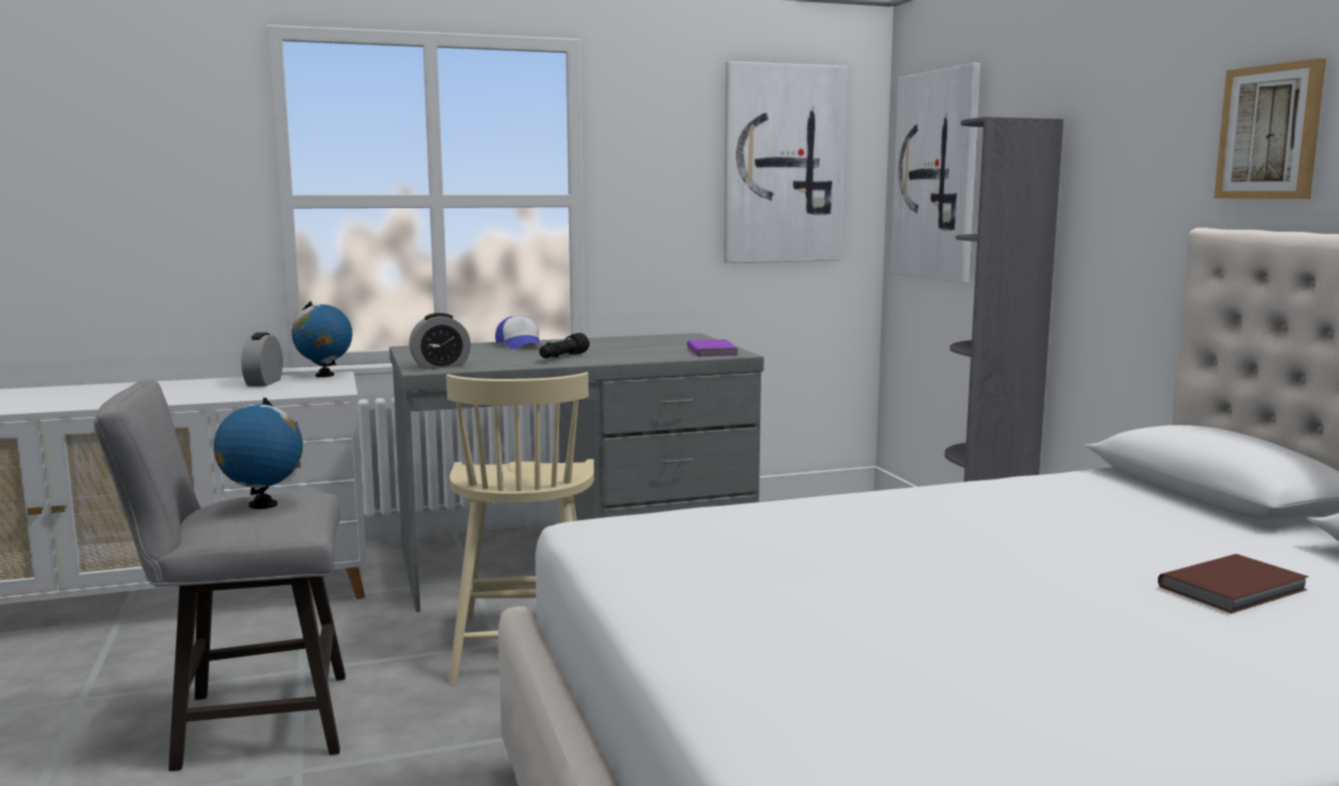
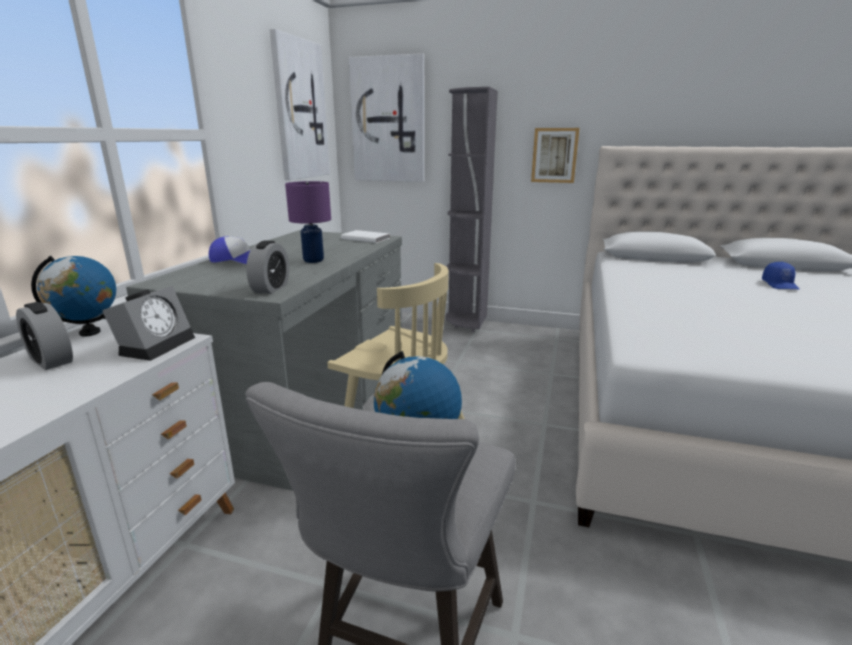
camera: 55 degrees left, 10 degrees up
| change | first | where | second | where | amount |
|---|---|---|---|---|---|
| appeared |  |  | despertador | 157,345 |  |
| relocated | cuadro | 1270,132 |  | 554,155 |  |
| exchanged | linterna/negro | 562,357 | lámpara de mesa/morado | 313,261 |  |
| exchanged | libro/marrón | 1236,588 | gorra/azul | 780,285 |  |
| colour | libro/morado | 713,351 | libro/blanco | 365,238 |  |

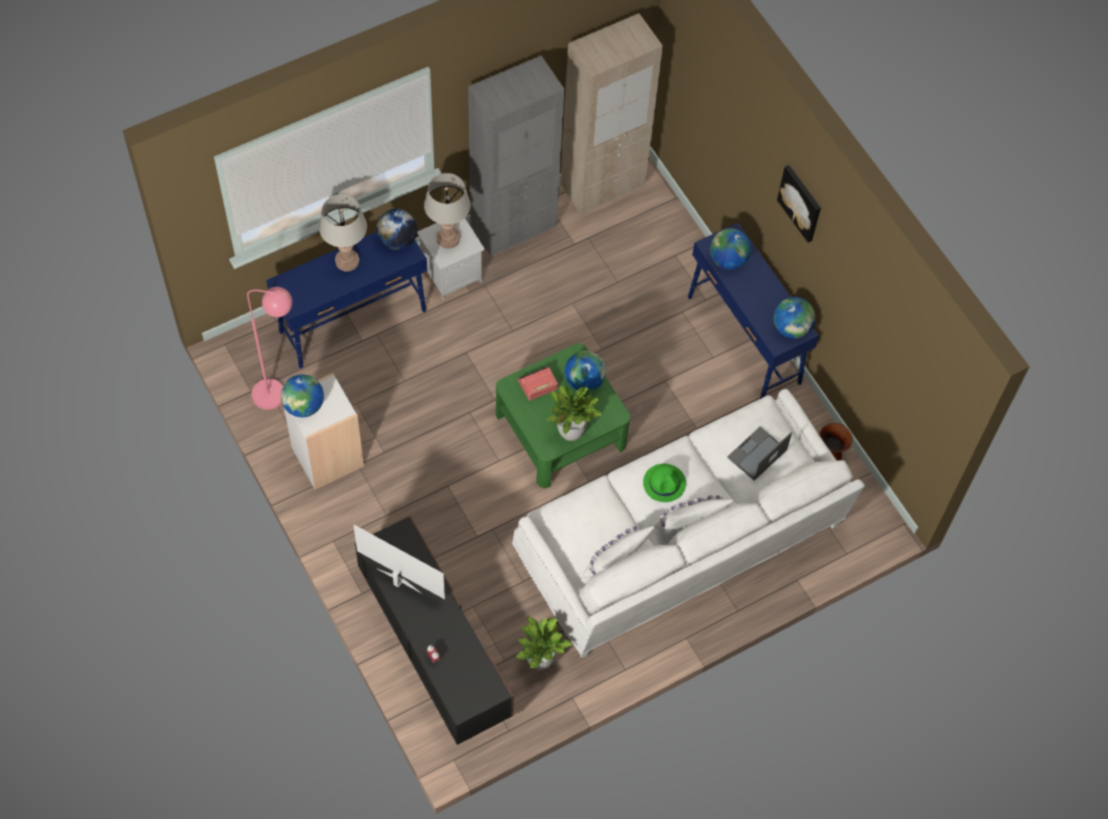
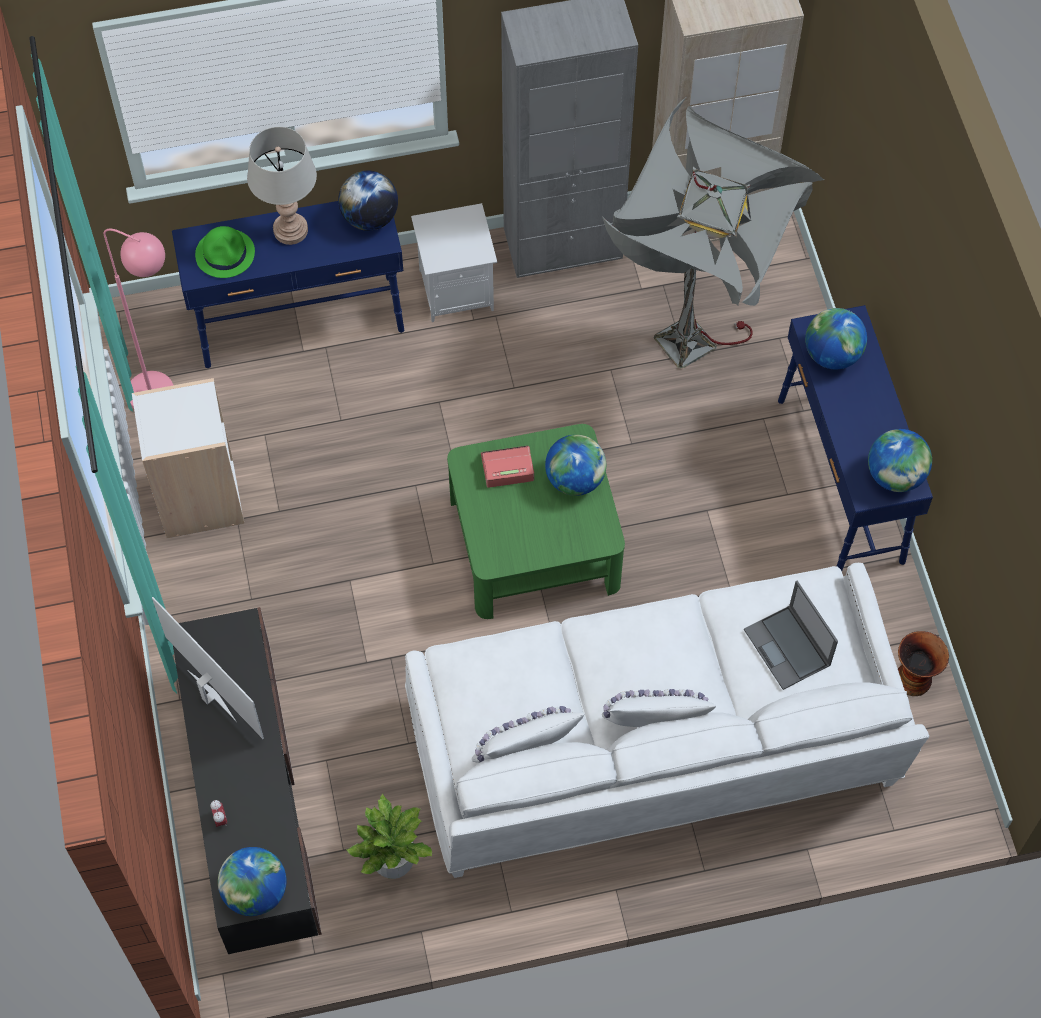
camera: 20 degrees right, 0 degrees up
| change | first | where | second | where | amount |
|---|---|---|---|---|---|
| missing | lámpara de mesa/gris | 448,239 |  |  |  |
| missing | planta en maceta | 570,432 |  |  |  |
| missing | cuadro | 801,202 |  |  |  |
| appeared |  |  | lámpara de pie/gris | 693,354 |  |
| relocated | globo terráqueo | 304,406 |  | 255,892 |  |
| relocated | sombrero/verde | 664,483 |  | 225,254 |  |
| spun | portátil | 756,454 |  | 788,648 | 90 degrees counterclockwise |

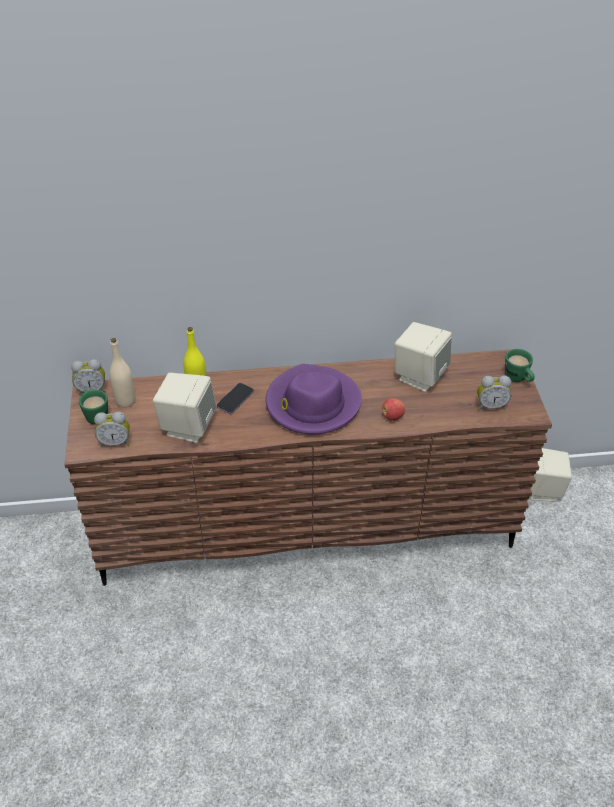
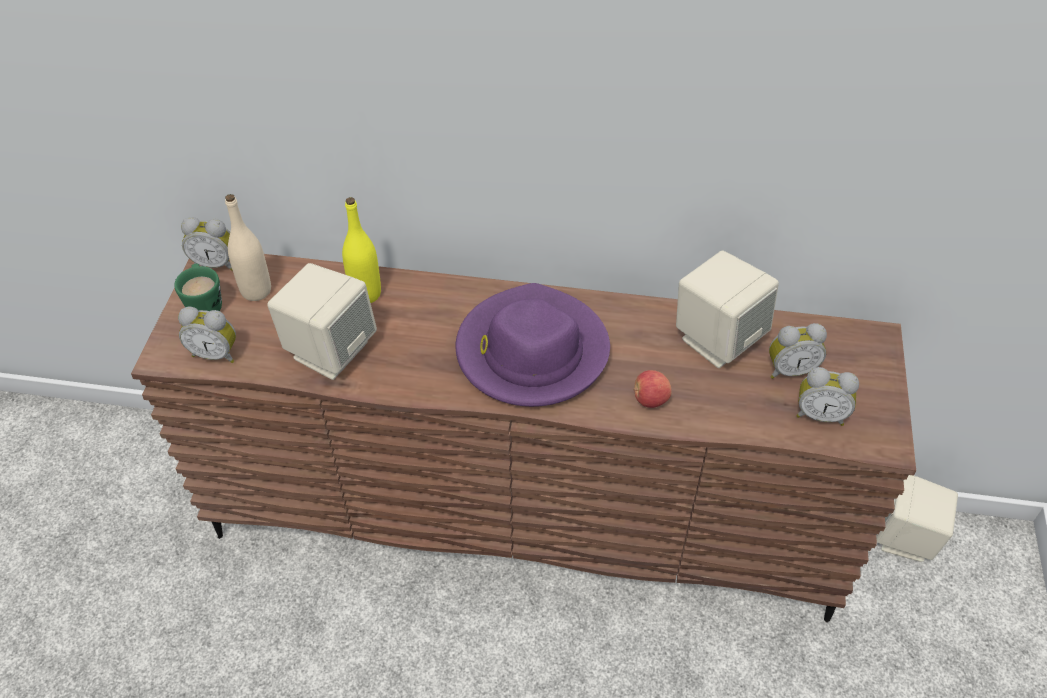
camera: 15 degrees right, 5 degrees up
| change | first | where | second | where | amount |
|---|---|---|---|---|---|
| missing | móvil | 235,399 |  |  |  |
| missing | taza grande/verde | 518,379 |  |  |  |
| appeared |  |  | despertador | 790,369 |  |

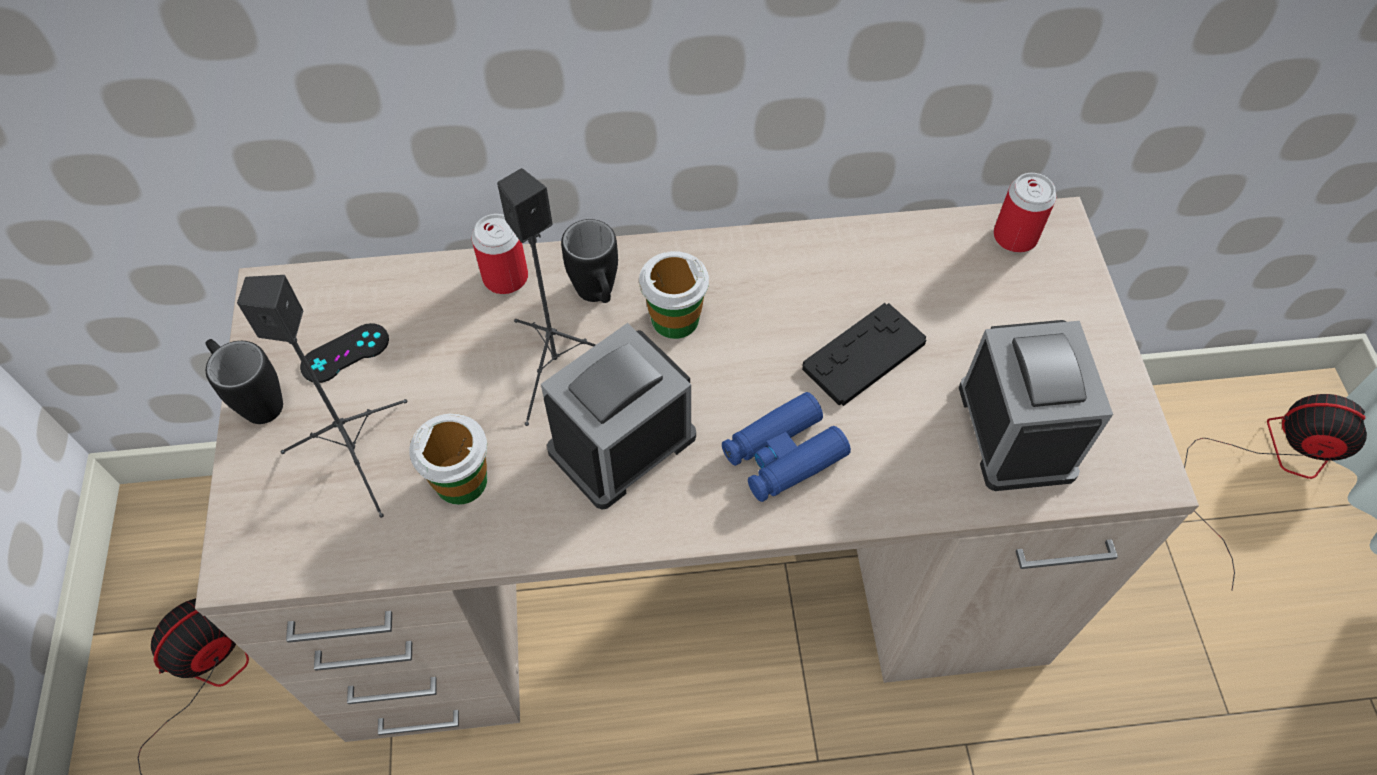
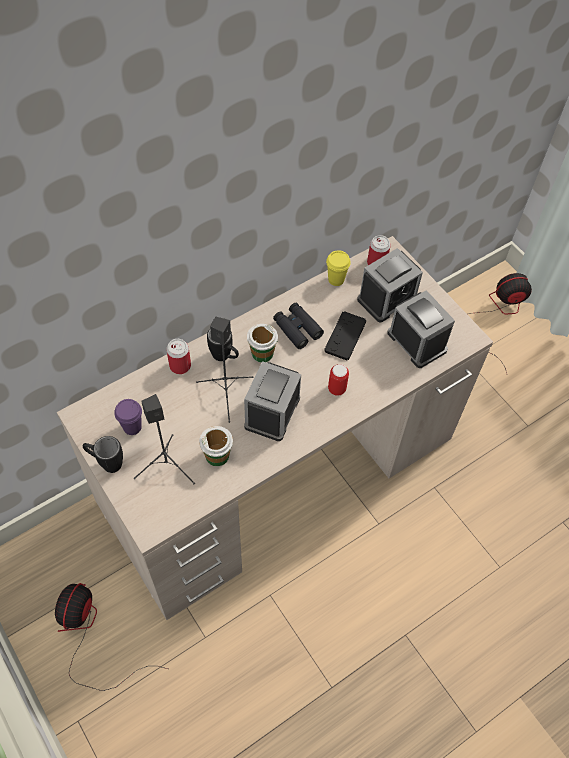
camera: 30 degrees left, 0 degrees up
| change | first | where | second | where | amount |
|---|---|---|---|---|---|
| appeared |  |  | prismáticos/negro | 297,329 |  |
| appeared |  |  | taza/amarillo | 336,279 |  |
| appeared |  |  | despertador | 387,299 |  |
| exchanged | mando de consola/negro | 345,353 | taza/morado | 132,427 |  |
| exchanged | prismáticos/azul | 783,455 | lata | 337,389 |  |

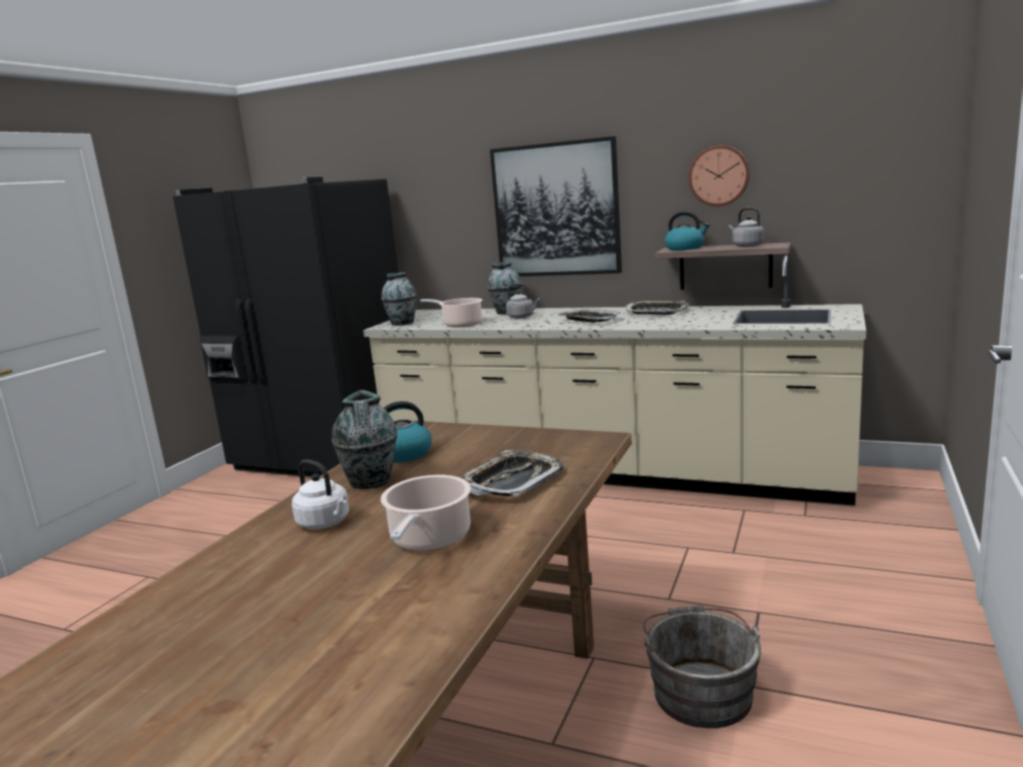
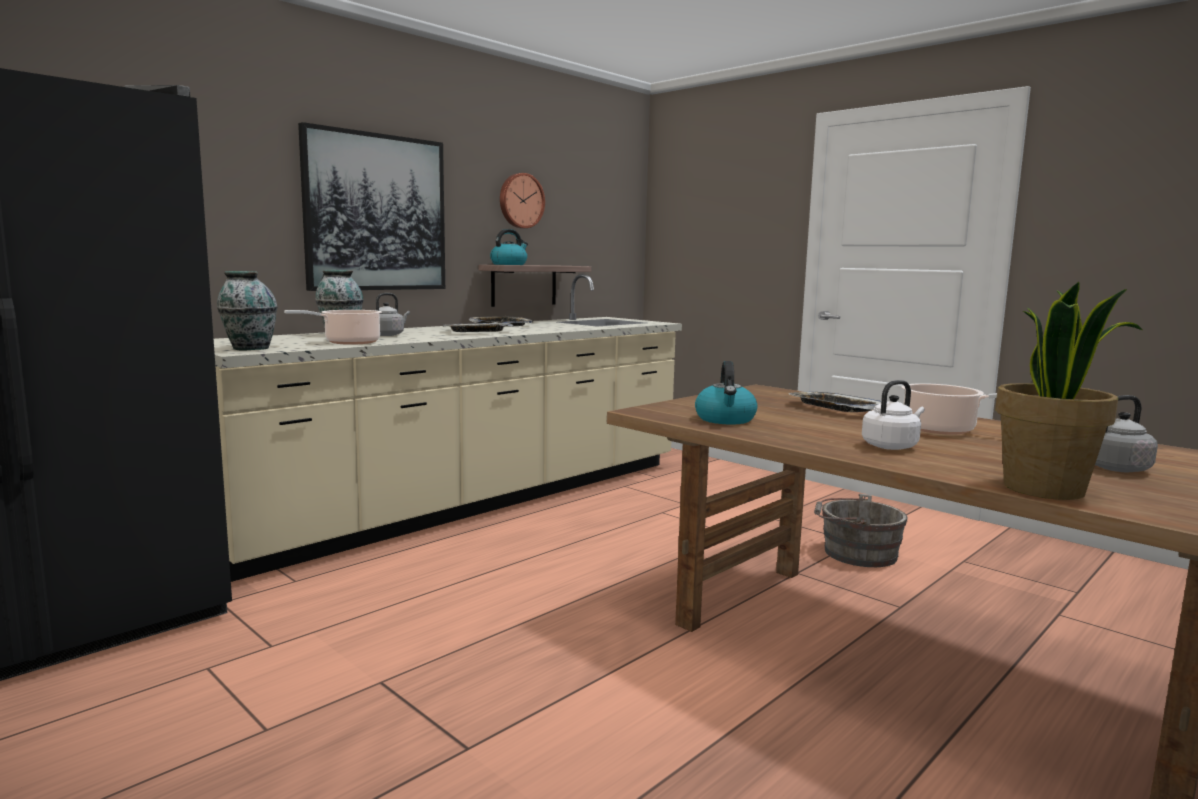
camera: 70 degrees left, 5 degrees down
| change | first | where | second | where | amount |
|---|---|---|---|---|---|
| missing | florero | 370,482 |  |  |  |
| appeared |  |  | planta en maceta | 1045,489 |  |
| relocated | hervidor/gris | 746,246 |  | 1113,468 |  |

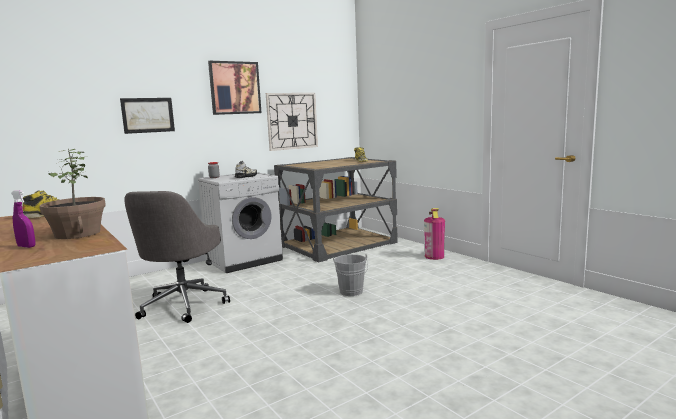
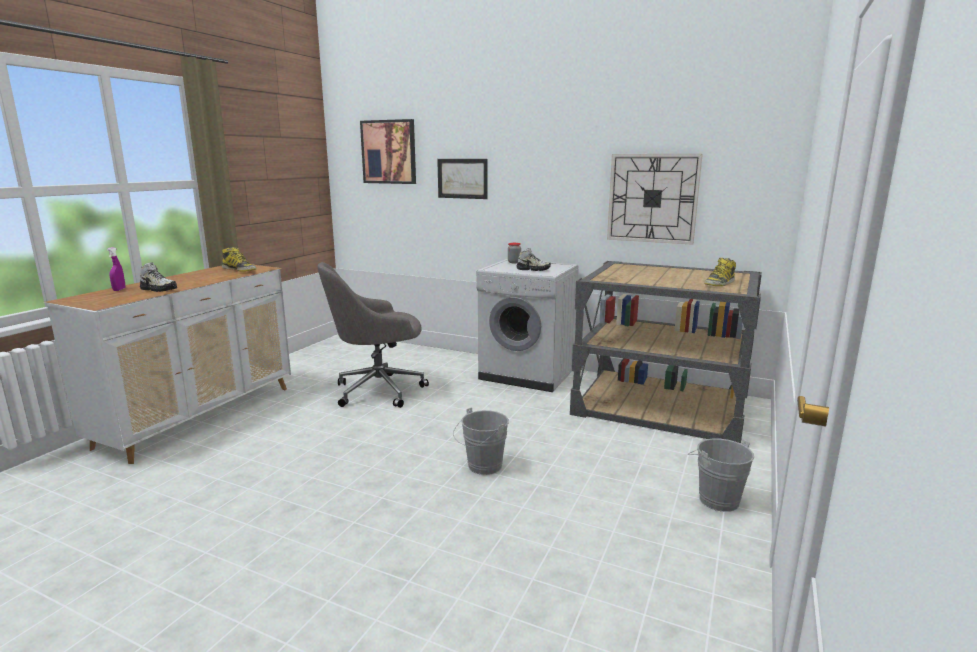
camera: 60 degrees right, 5 degrees up
| change | first | where | second | where | amount |
|---|---|---|---|---|---|
| relocated | cuadro | 235,88 |  | 389,152 |  |
| exchanged | planta en maceta | 77,234 | zapato | 159,289 |  |
| exchanged | extintor | 434,256 | cubo/gris | 715,498 |  |

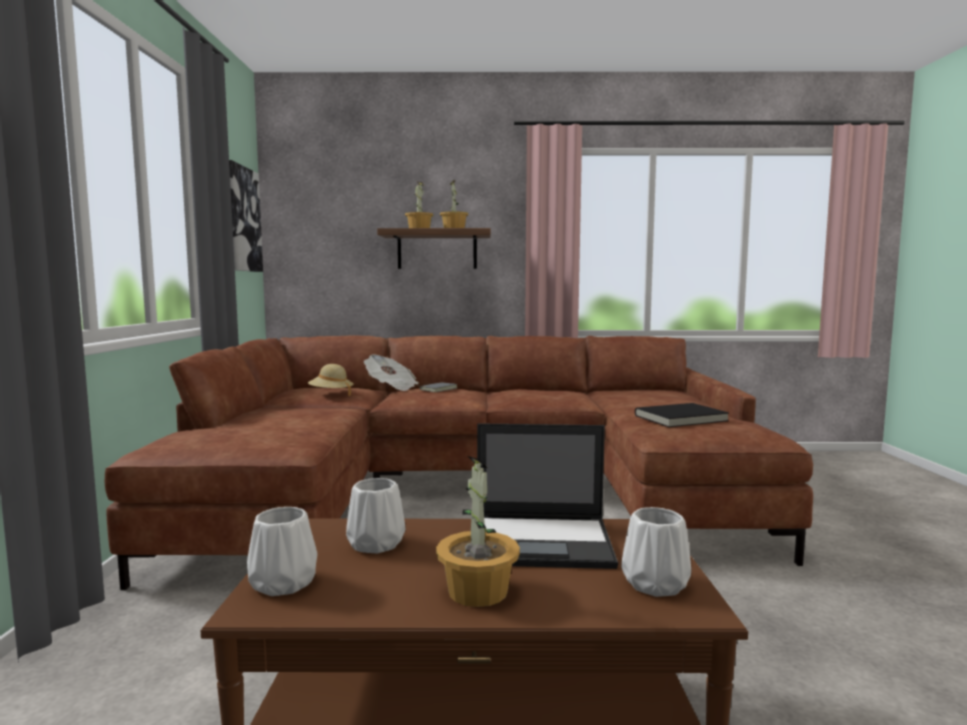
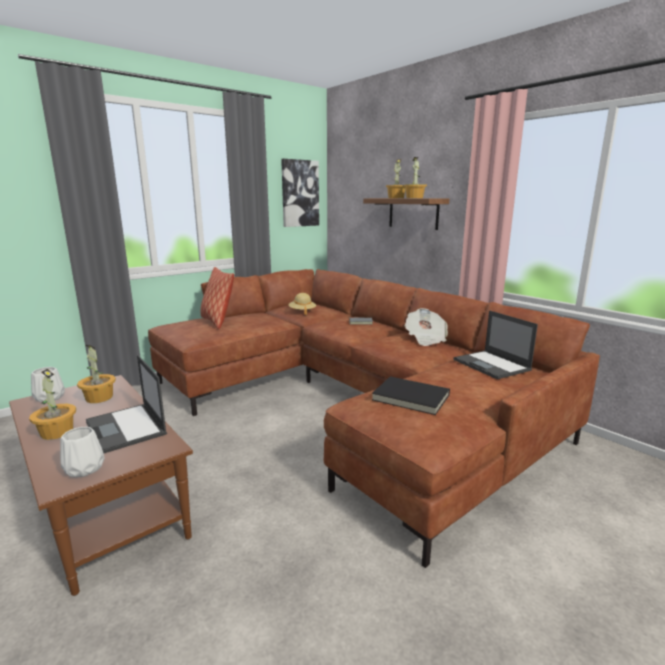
camera: 50 degrees right, 10 degrees up
| change | first | where | second | where | amount |
|---|---|---|---|---|---|
| appeared |  |  | cojín | 217,322 |  |
| appeared |  |  | portátil | 492,365 |  |
| relocated | periódico | 391,387 |  | 425,339 |  |
| exchanged | florero/blanco | 375,544 | planta en maceta | 99,398 |  |

